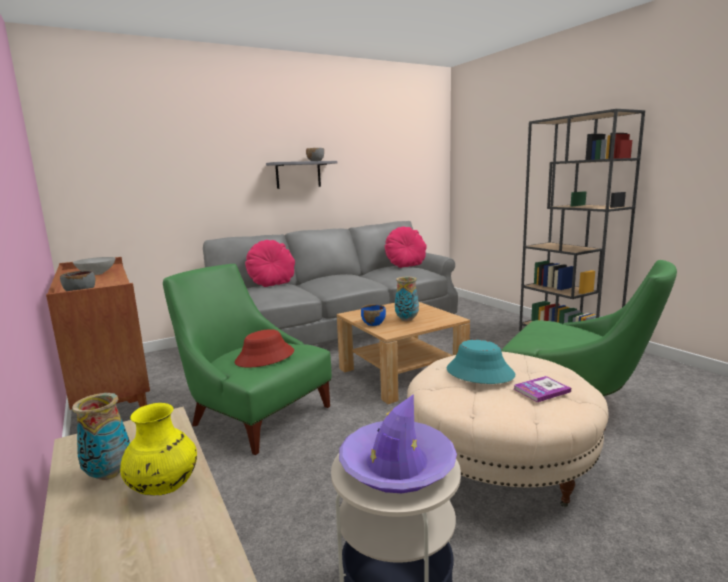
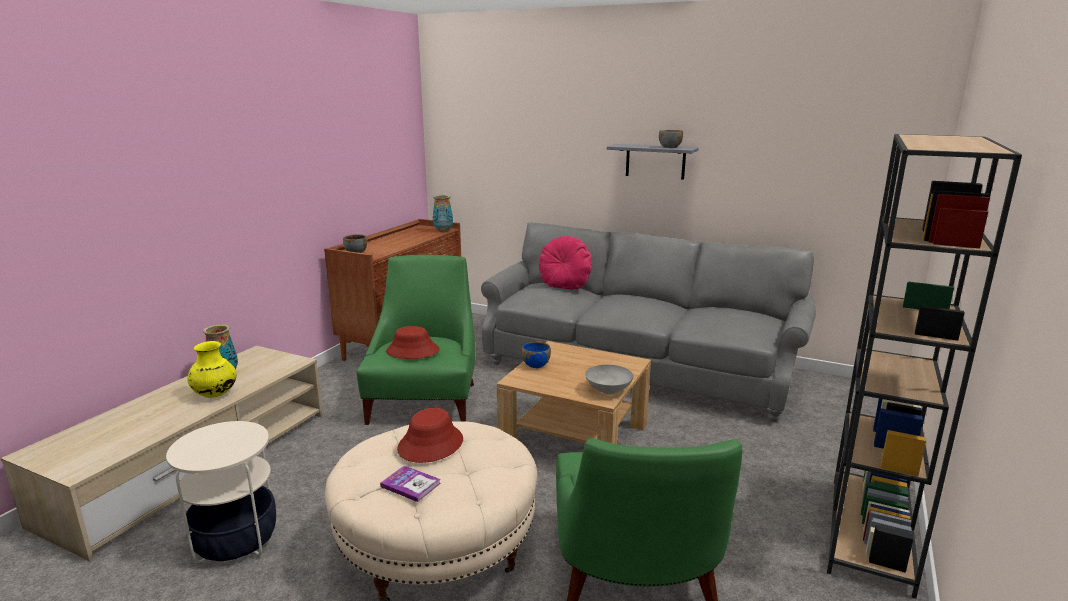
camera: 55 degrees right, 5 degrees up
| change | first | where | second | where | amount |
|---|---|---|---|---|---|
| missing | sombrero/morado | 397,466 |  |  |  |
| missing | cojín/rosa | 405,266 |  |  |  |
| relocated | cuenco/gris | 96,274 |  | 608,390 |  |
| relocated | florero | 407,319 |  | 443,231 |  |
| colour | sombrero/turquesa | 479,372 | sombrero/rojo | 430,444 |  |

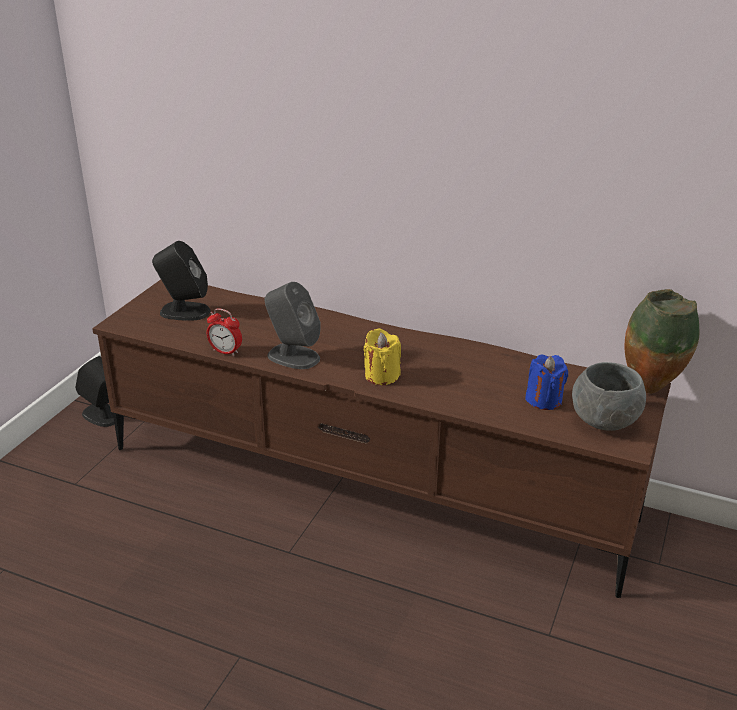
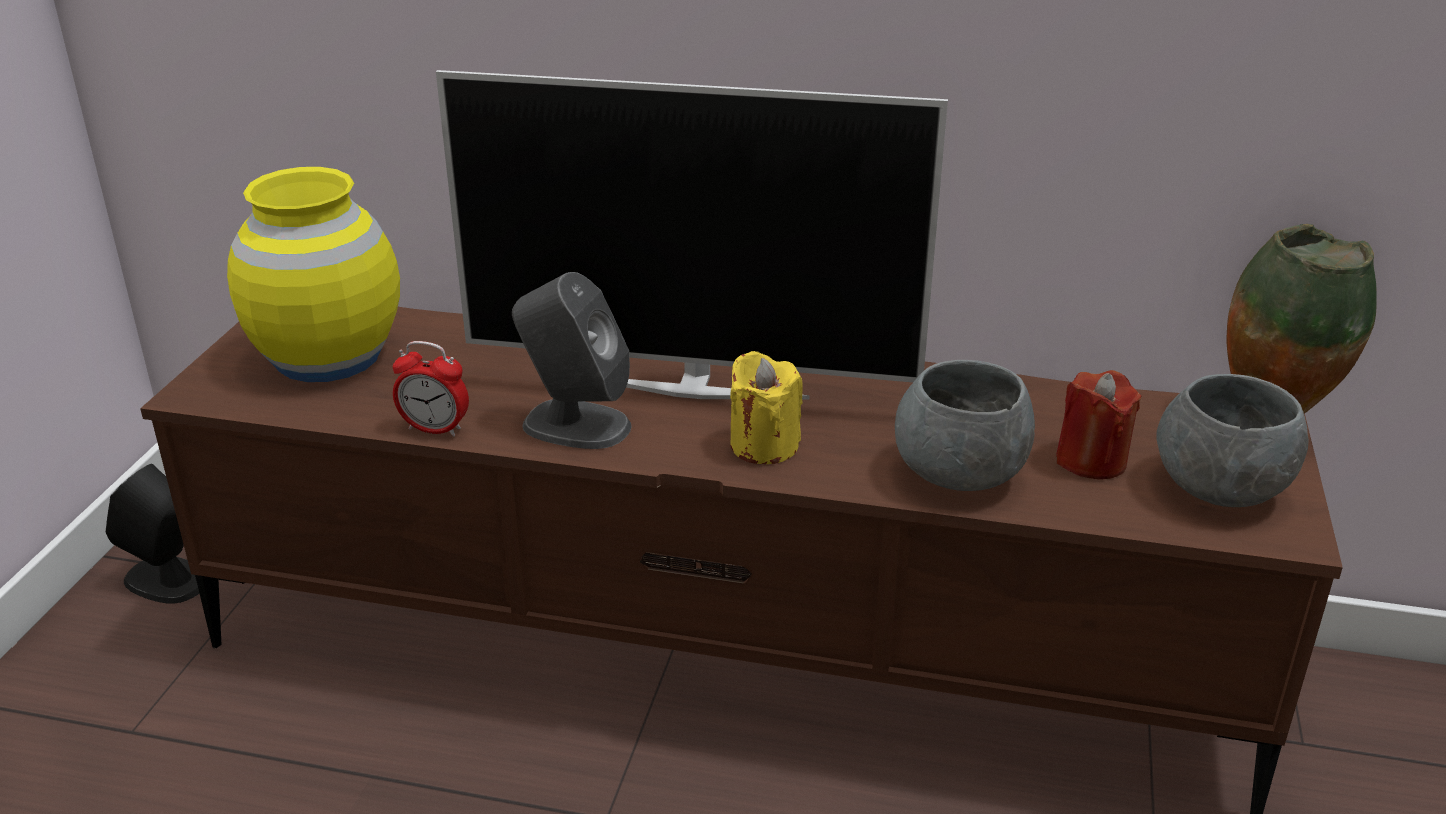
camera: 10 degrees left, 0 degrees up
| change | first | where | second | where | amount |
|---|---|---|---|---|---|
| appeared |  |  | televisor | 693,386 |  |
| appeared |  |  | cuenco/gris | 960,475 |  |
| exchanged | altavoz/negro | 184,311 | florero/amarillo | 328,357 |  |
| colour | vela/azul | 544,400 | vela/rojo | 1091,460 |  |

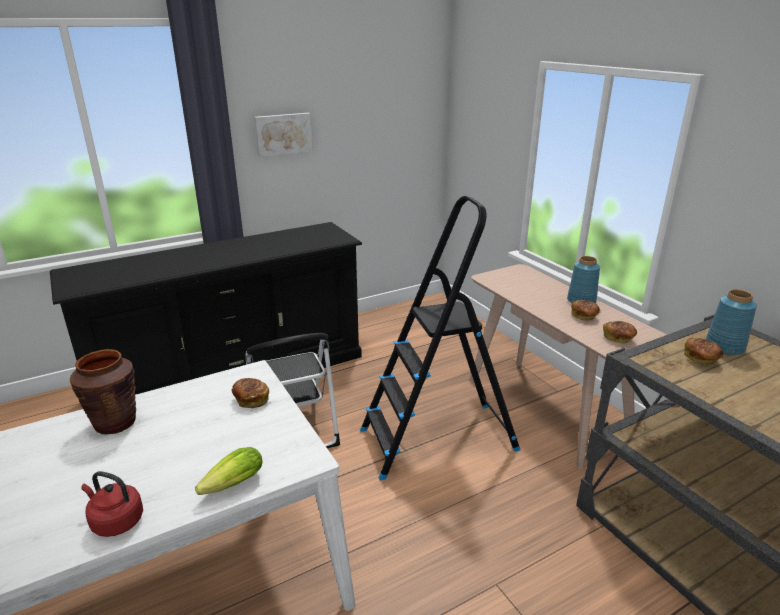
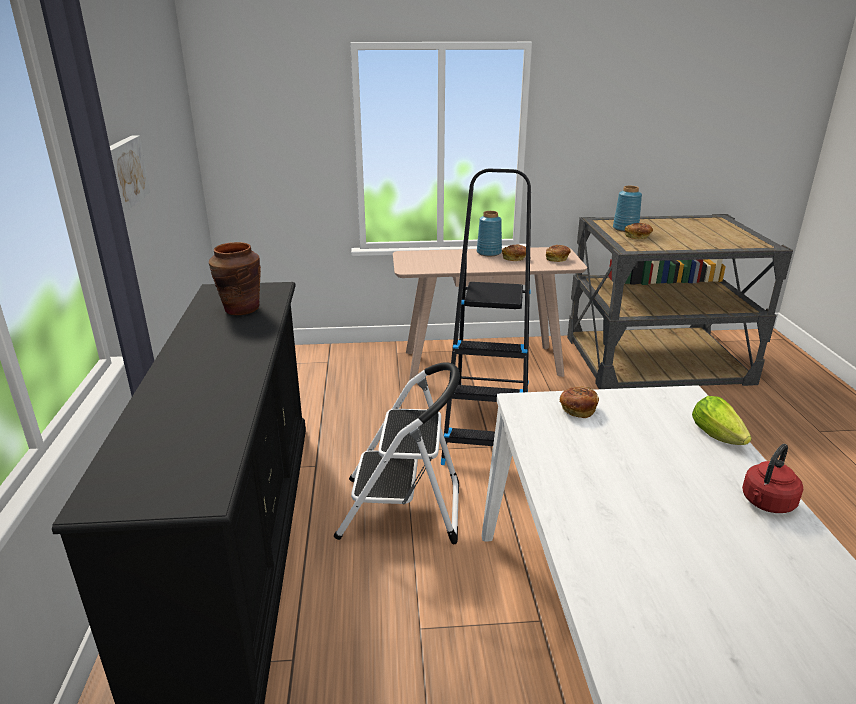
camera: 65 degrees left, 0 degrees up
| change | first | where | second | where | amount |
|---|---|---|---|---|---|
| relocated | florero/marrón | 115,423 |  | 241,309 |  |

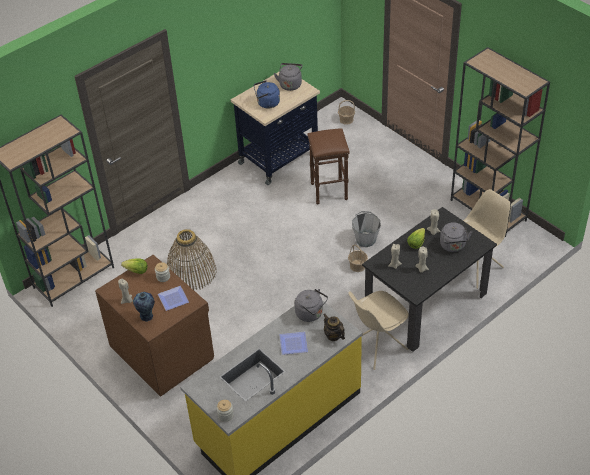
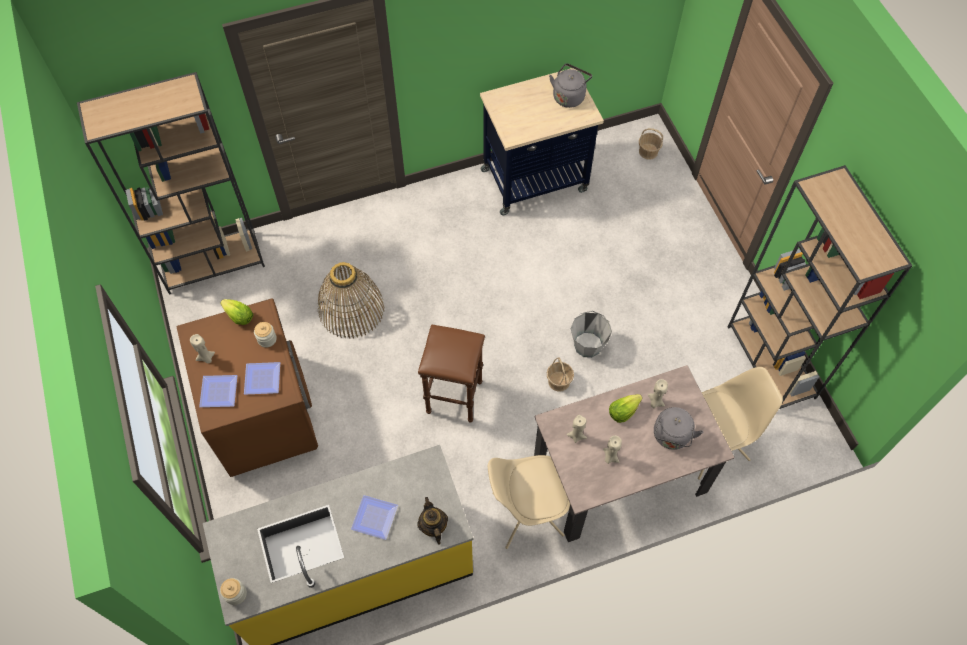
camera: 20 degrees right, 15 degrees up
| change | first | where | second | where | amount |
|---|---|---|---|---|---|
| missing | hervidor/azul | 267,103 |  |  |  |
| missing | hervidor/gris | 311,314 |  |  |  |
| relocated | taburete/marrón | 329,190 |  | 455,396 |  |
| exchanged | florero | 147,316 | plato | 217,393 |  |
| colour | mesa de comedor/negro | 426,304 | mesa de comedor/beis | 619,475 |  |

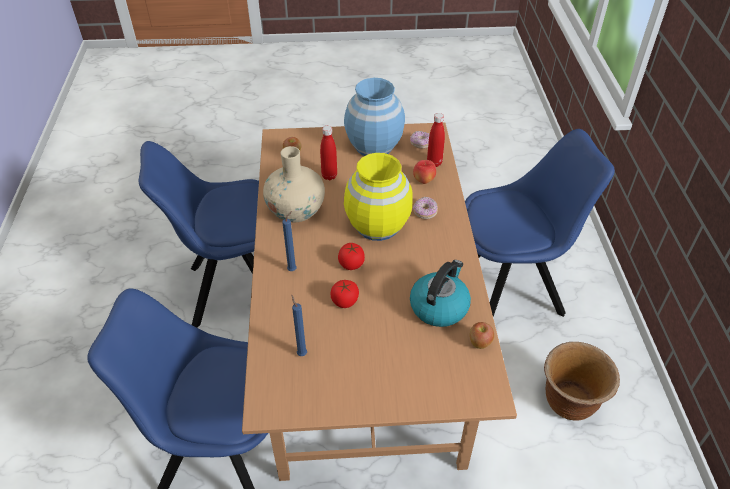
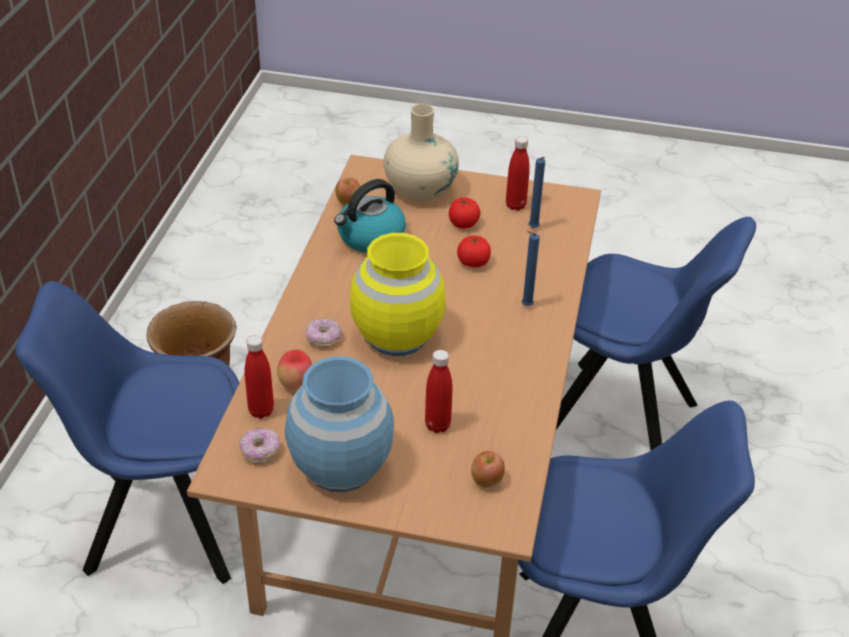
camera: 165 degrees left, 5 degrees down
| change | first | where | second | where | amount |
|---|---|---|---|---|---|
| appeared |  |  | botella/rojo | 515,205 |  |
| relocated | florero/beis | 296,211 |  | 420,190 |  |
| relocated | tomate | 351,264 |  | 463,224 |  |

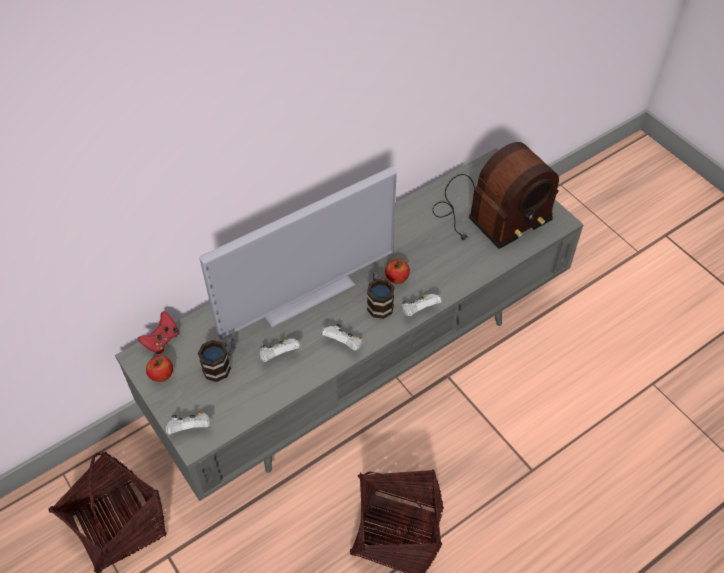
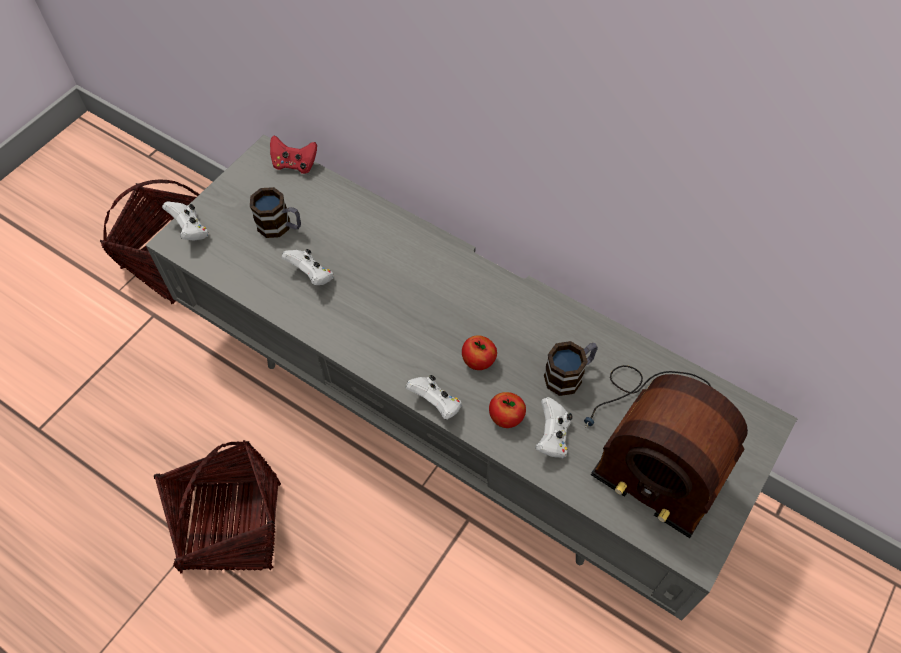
camera: 70 degrees right, 5 degrees up
| change | first | where | second | where | amount |
|---|---|---|---|---|---|
| missing | televisor | 305,294 |  |  |  |
| relocated | manzana | 162,376 |  | 506,418 |  |
| relocated | mando de consola/blanco | 344,344 |  | 552,437 |  |
| relocated | taza grande | 379,302 |  | 569,375 |  |

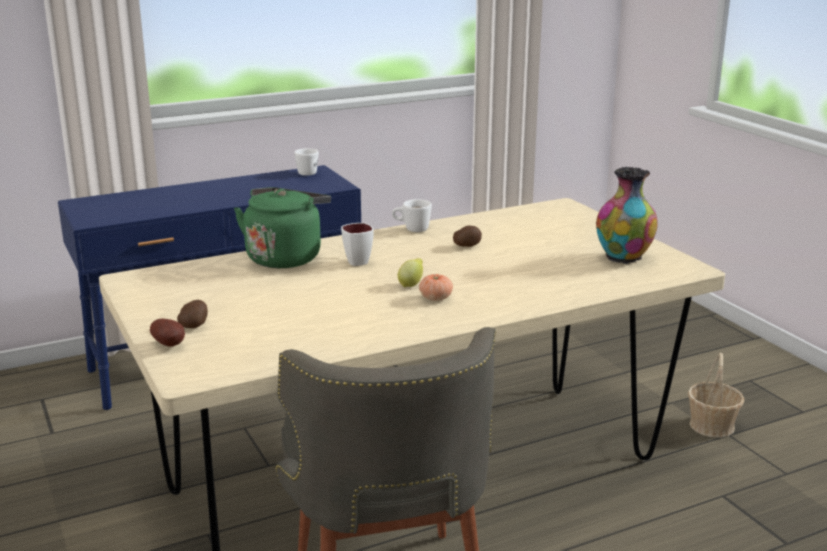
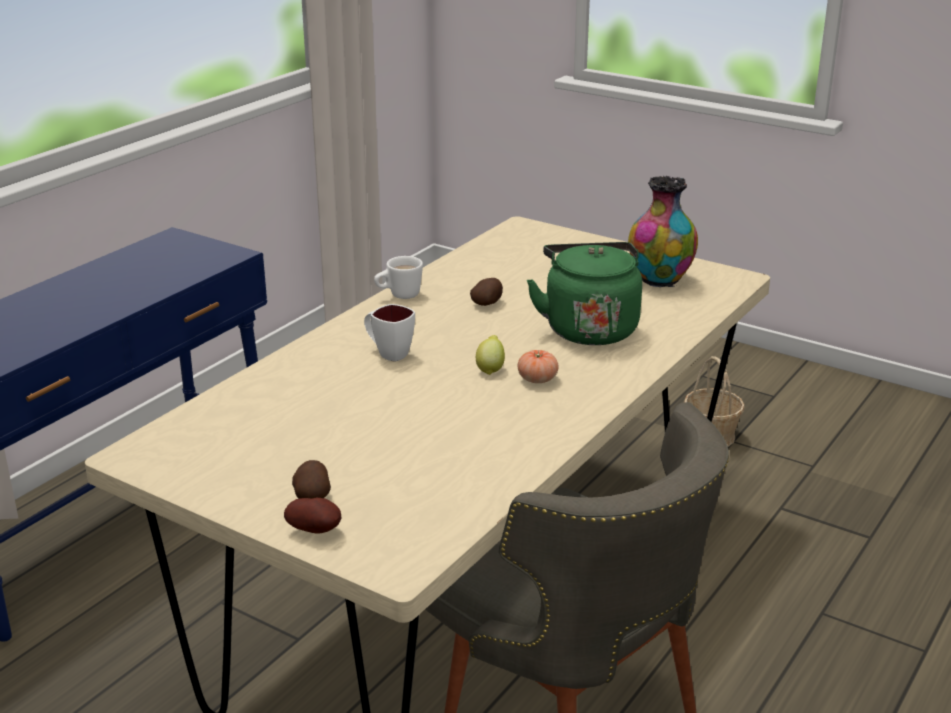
camera: 30 degrees left, 5 degrees up
| change | first | where | second | where | amount |
|---|---|---|---|---|---|
| missing | taza grande/blanco | 306,172 |  |  |  |
| relocated | hervidor/verde | 285,257 |  | 589,328 |  |

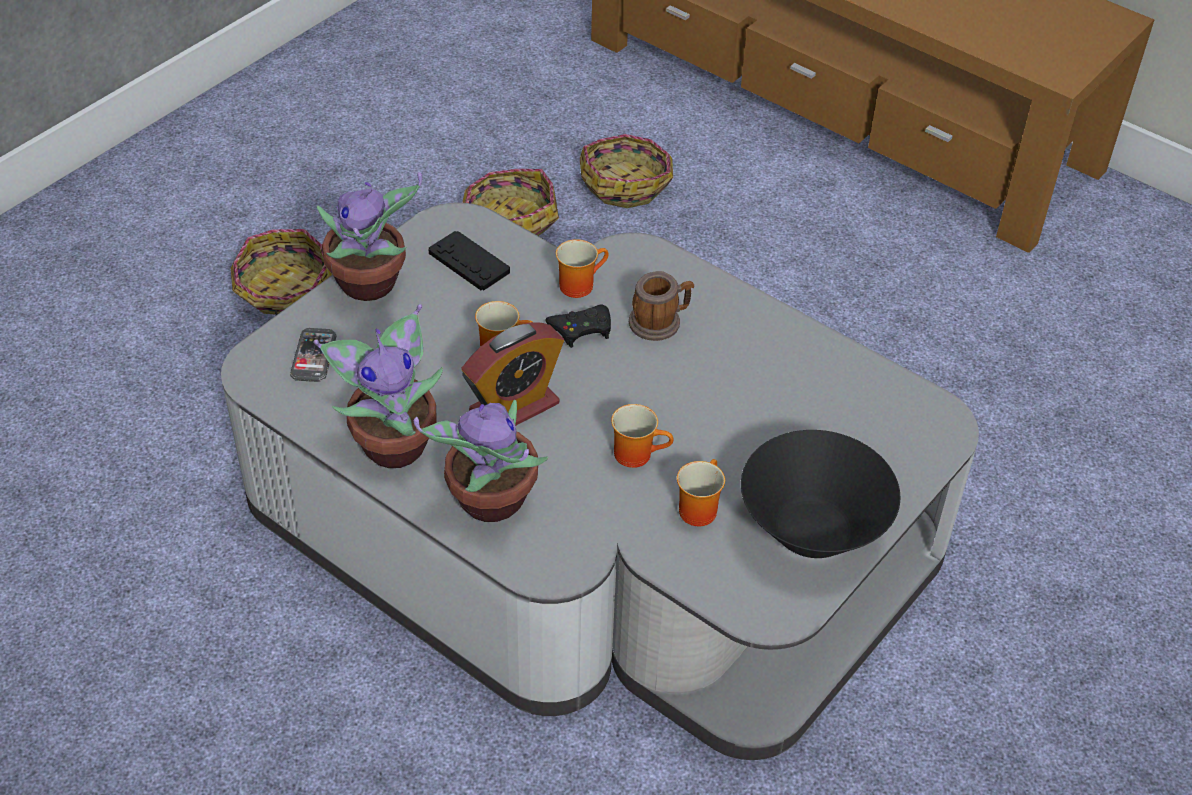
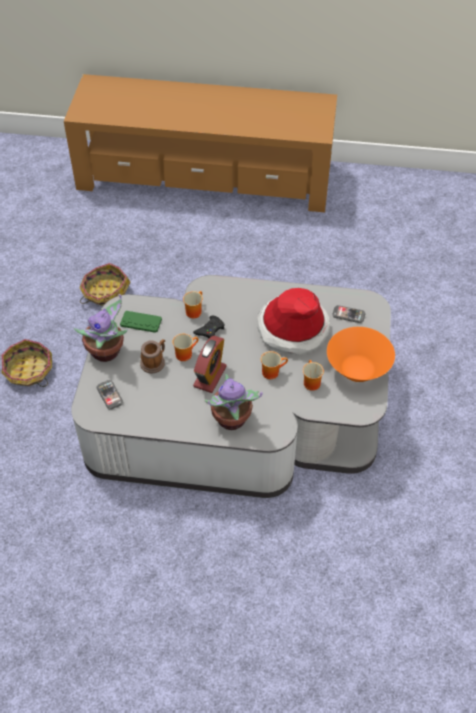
camera: 30 degrees left, 5 degrees up
| change | first | where | second | where | amount |
|---|---|---|---|---|---|
| missing | planta en maceta | 393,442 |  |  |  |
| missing | cesta | 626,183 |  |  |  |
| appeared |  |  | sombrero | 292,328 |  |
| appeared |  |  | móvil | 348,315 |  |
| relocated | taza grande | 660,322 |  | 154,362 |  |
| colour | mando de consola/negro | 469,262 | mando de consola/verde | 141,322 |  |
| colour | cuenco/negro | 812,530 | cuenco/naranja | 357,369 |  |

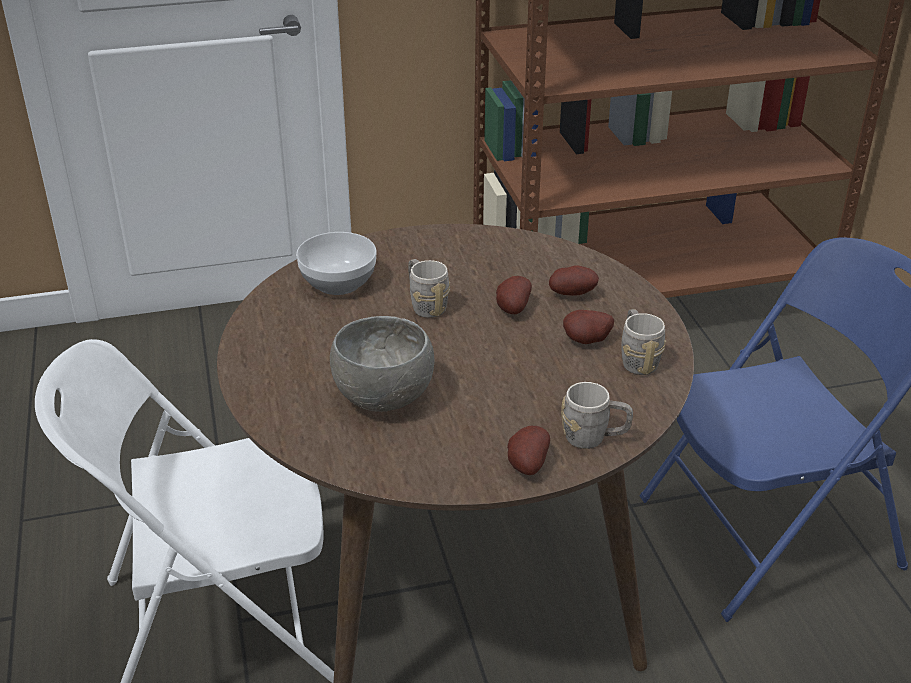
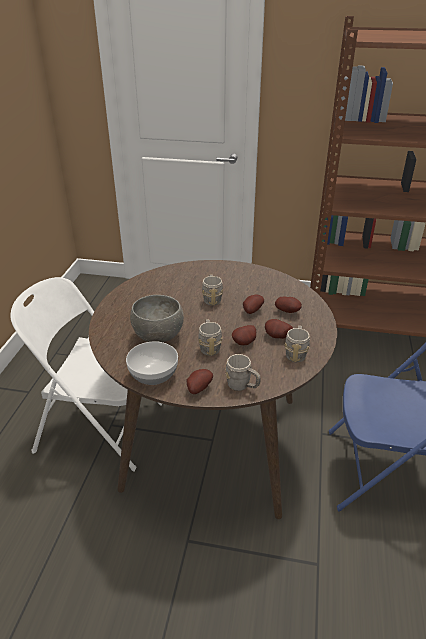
camera: 25 degrees right, 0 degrees up
| change | first | where | second | where | amount |
|---|---|---|---|---|---|
| appeared |  |  | taza grande/gris | 209,346 |  |
| appeared |  |  | patata | 245,343 |  |
| relocated | cuenco | 337,283 |  | 152,375 |  |

